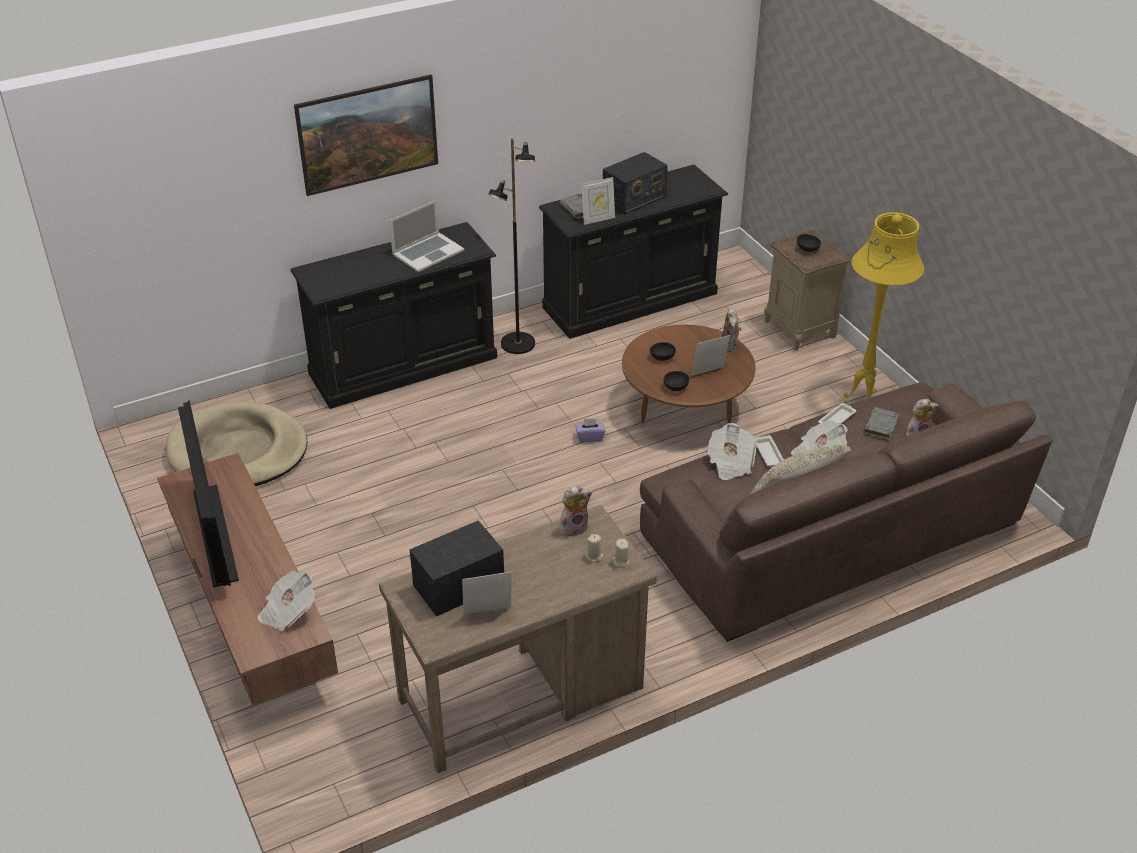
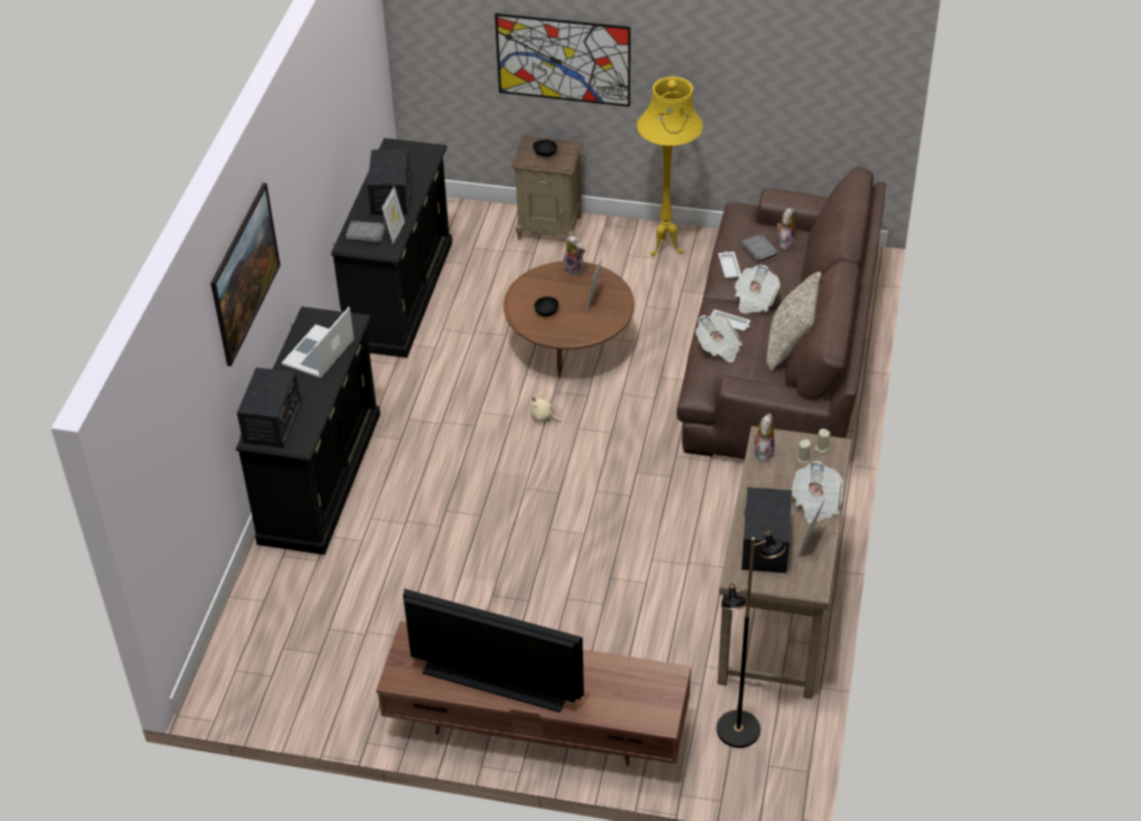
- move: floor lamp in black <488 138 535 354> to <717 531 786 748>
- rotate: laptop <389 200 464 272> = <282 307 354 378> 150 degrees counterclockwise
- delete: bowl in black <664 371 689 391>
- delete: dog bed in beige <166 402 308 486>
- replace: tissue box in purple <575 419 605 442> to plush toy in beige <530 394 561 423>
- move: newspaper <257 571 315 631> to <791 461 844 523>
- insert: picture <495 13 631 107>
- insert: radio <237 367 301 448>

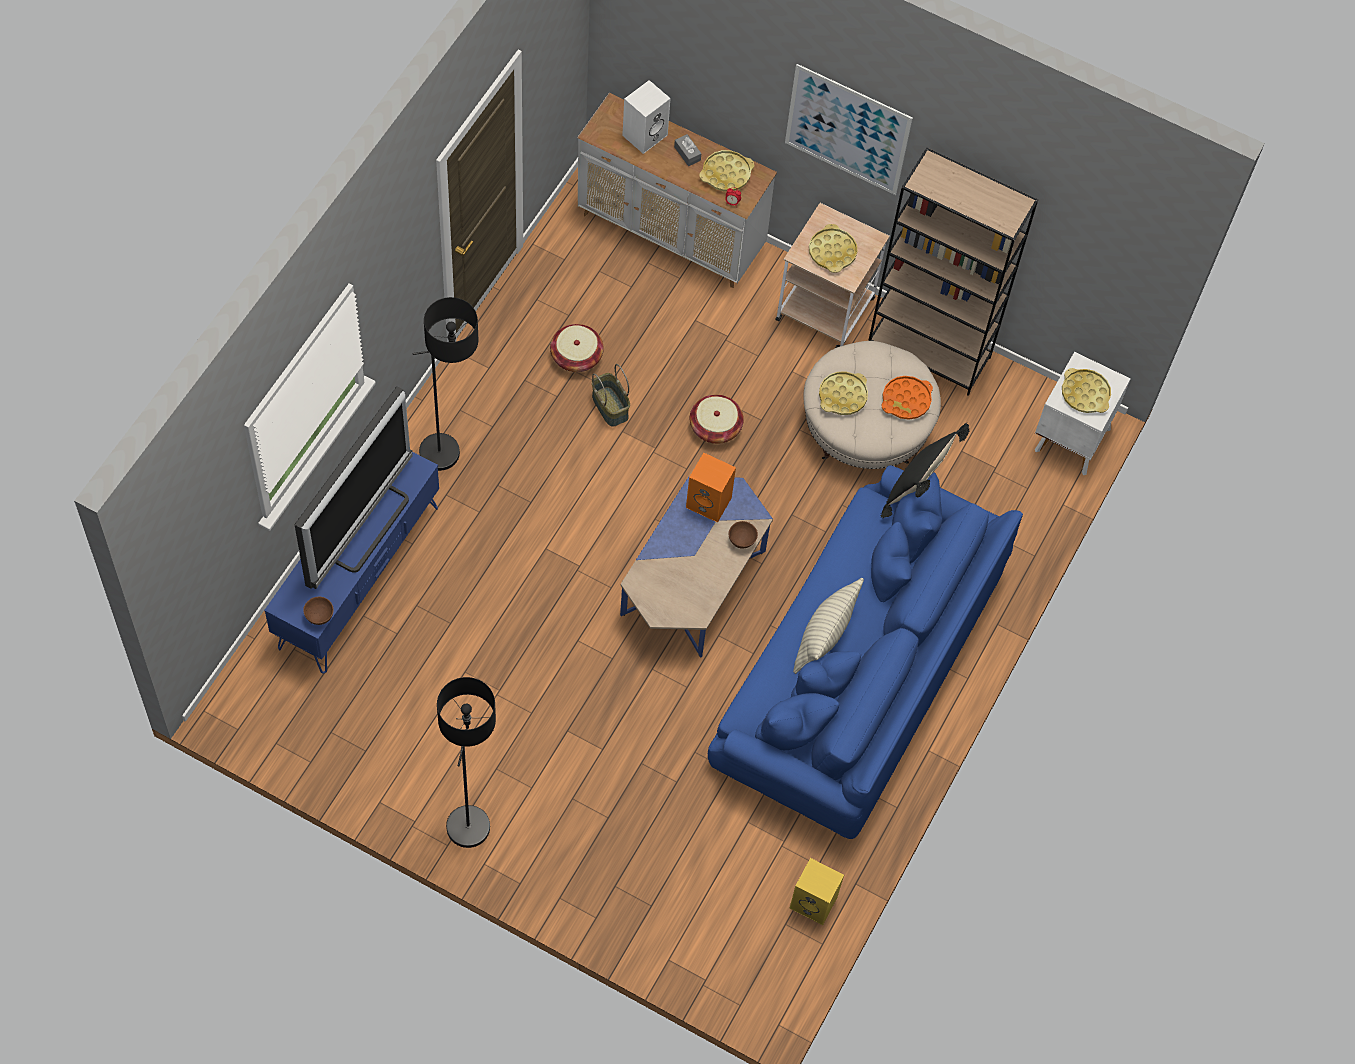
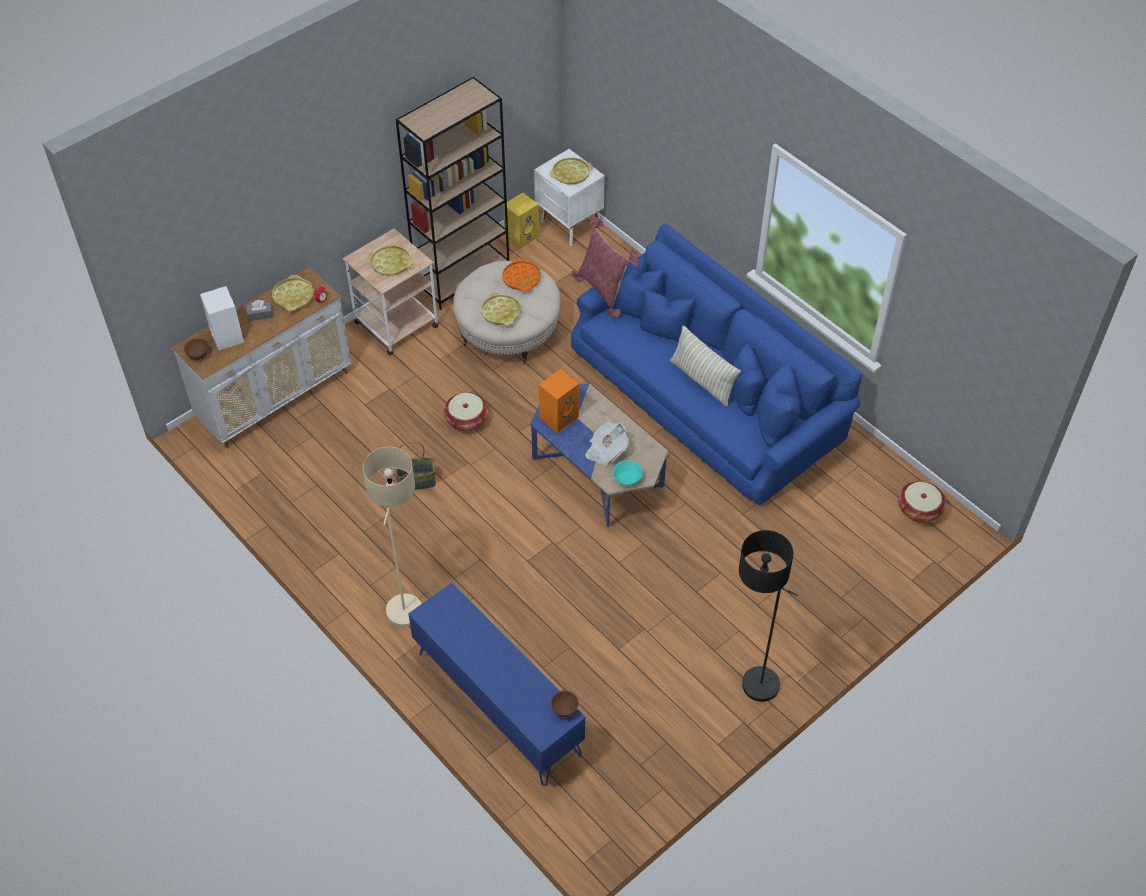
- delete: picture <785 64 913 195>
- recolor: floor lamp in black <413 297 478 471> to floor lamp in beige <363 447 422 627>
- move: basket <550 324 604 372> to <898 481 946 522>
- delete: television <294 386 413 589>
- recolor: pillow in black <880 423 970 518> to pillow in red <570 217 639 318>
- move: bowl in brown <729 521 758 549> to <184 338 209 360>
- move: speaker in yellow <790 858 844 925> to <503 193 539 249>
- insert: newspaper <585 422 629 466>
- insert: bowl in turquoise <613 461 643 486>

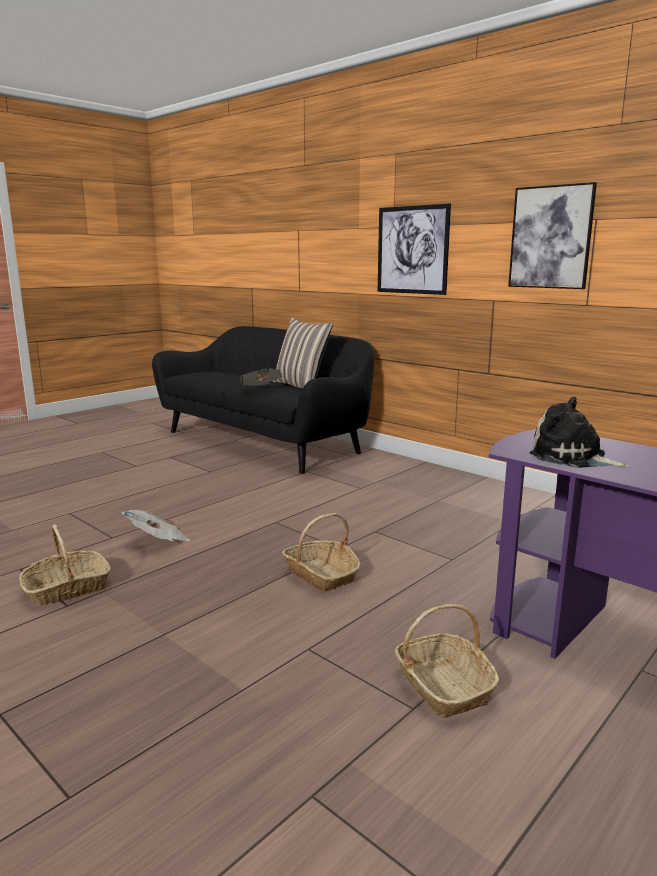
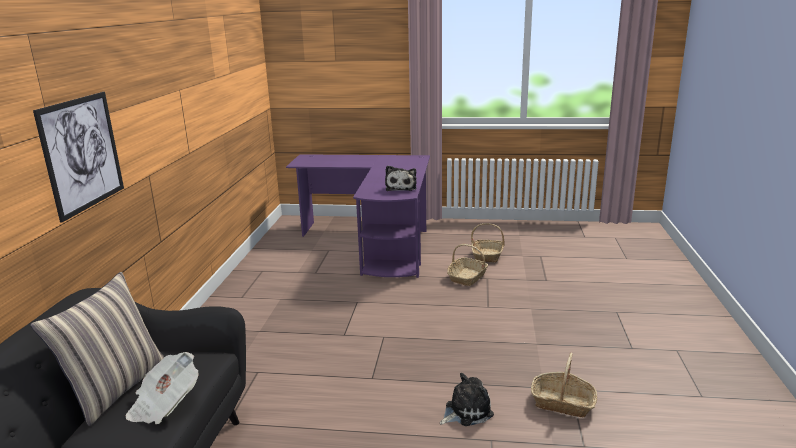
- delete: picture <508 182 597 289>
- replace: newspaper <121 510 191 541> to plush toy <440 373 494 426>
- move: basket <282 513 361 592> to <471 223 505 263>

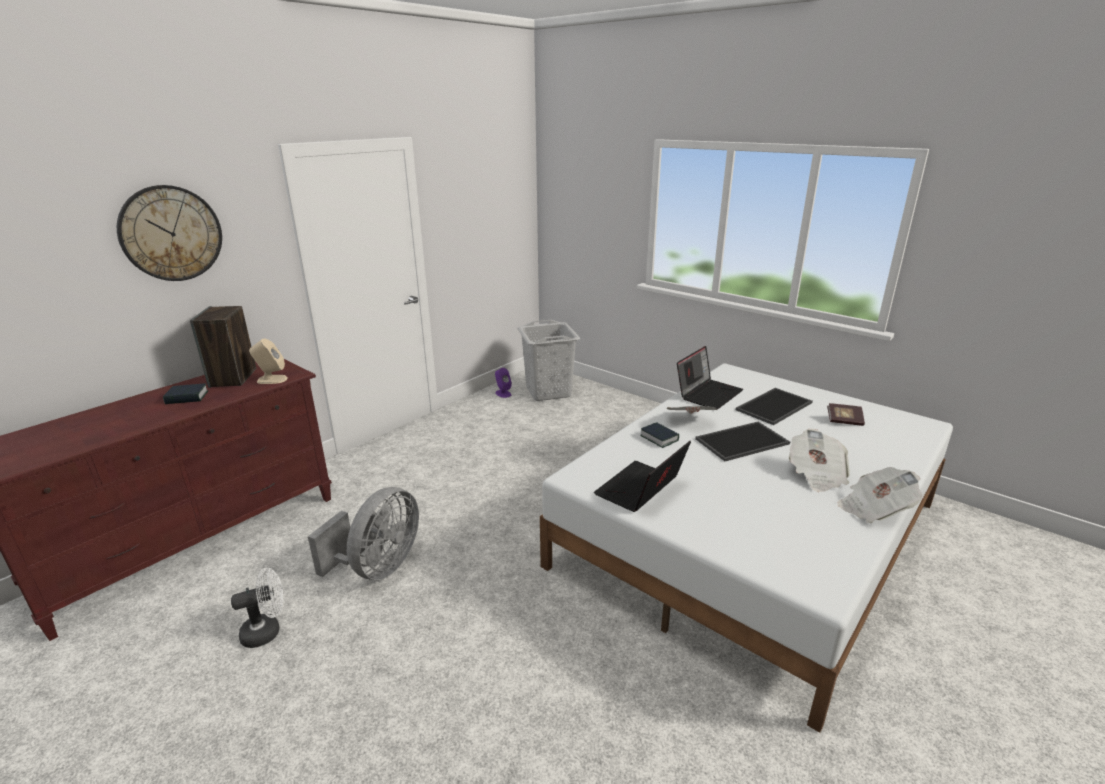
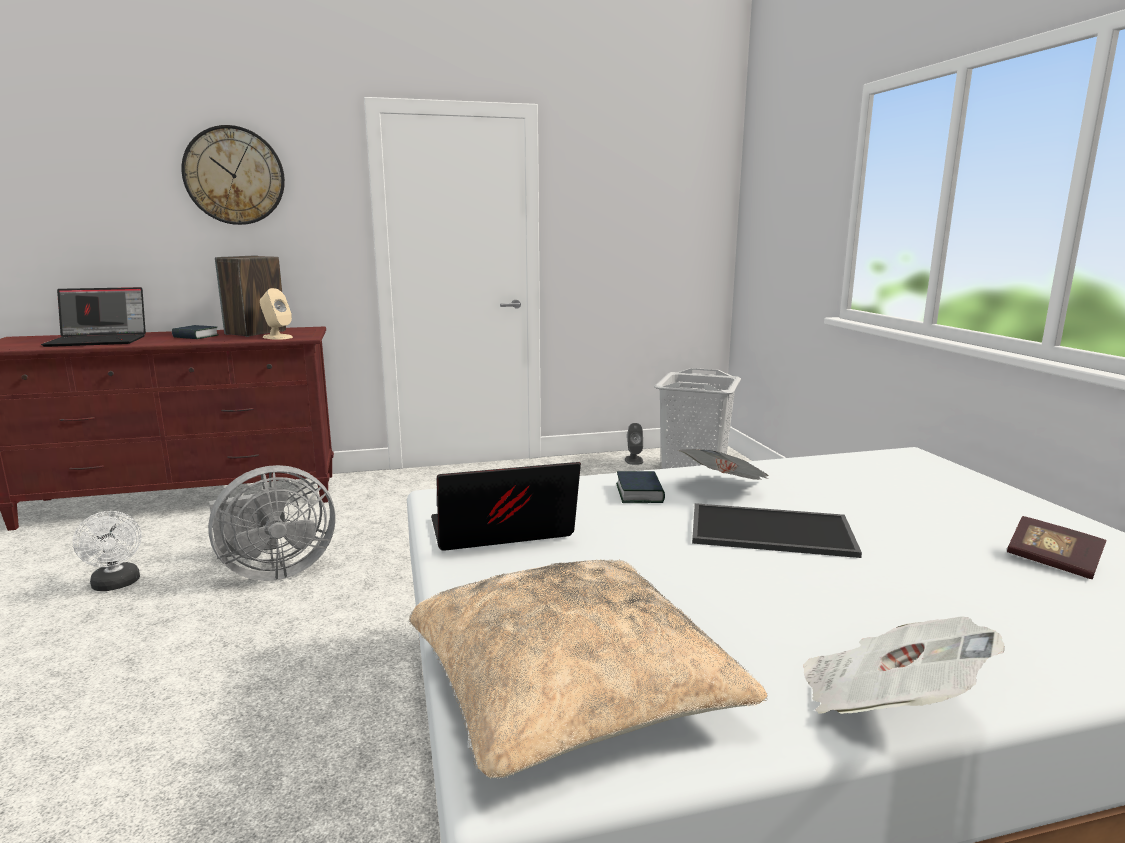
- move: laptop <677 346 743 410> to <41 287 146 347>
- recolor: speaker in purple <495 368 512 398> to speaker in grey <625 423 643 465>
- delete: tray <736 388 813 425>
- delete: newspaper <789 429 850 492>
- rotate: fan in white <231 568 284 648> = <73 511 142 591> 45 degrees clockwise
- insert: pillow in beige <409 559 768 779>

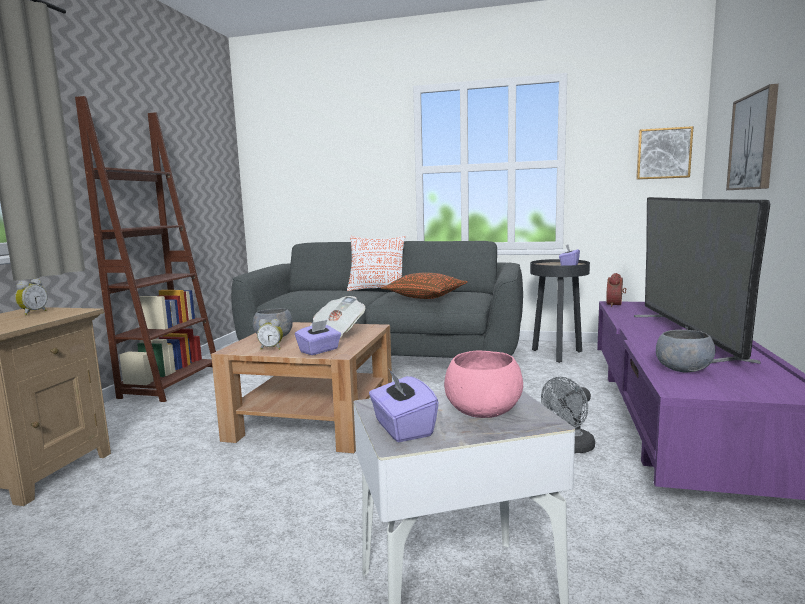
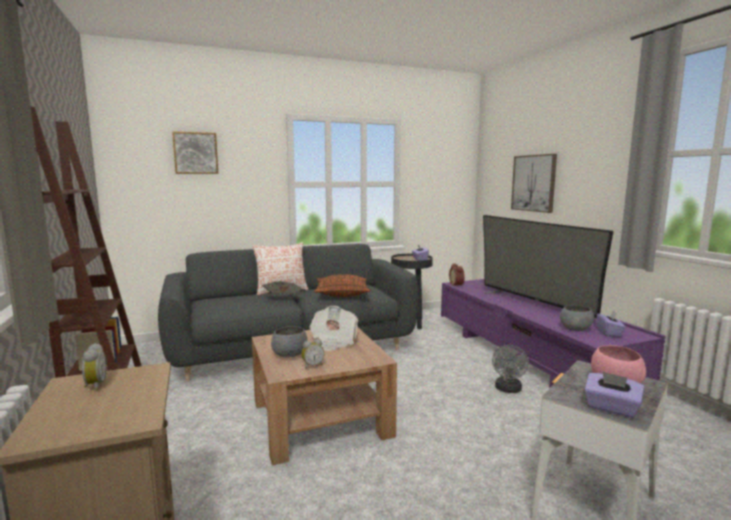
- move: picture <636 126 693 180> to <172 131 218 174>
- move: tissue box in purple <295 320 341 355> to <597 310 625 337>
- insert: newspaper <262 281 302 294>

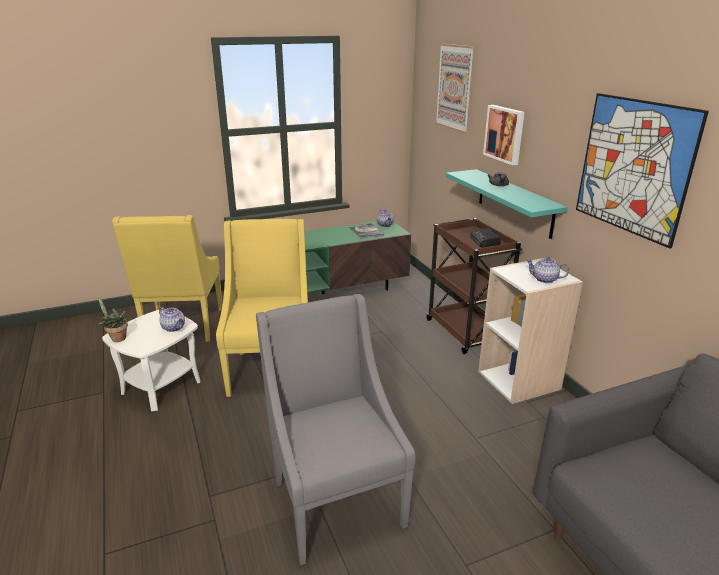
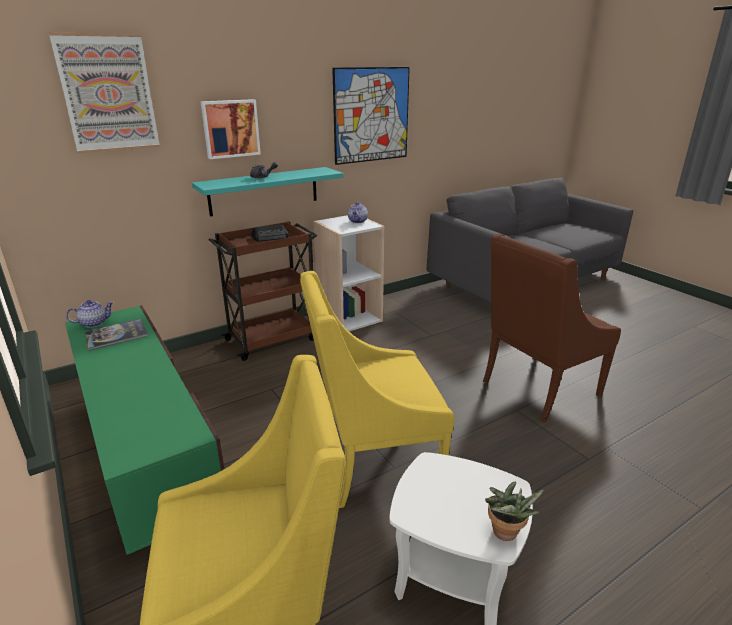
- recolor: armchair in grey <256 294 416 565> to armchair in brown <483 233 621 422>
- delete: teapot <159 307 185 332>

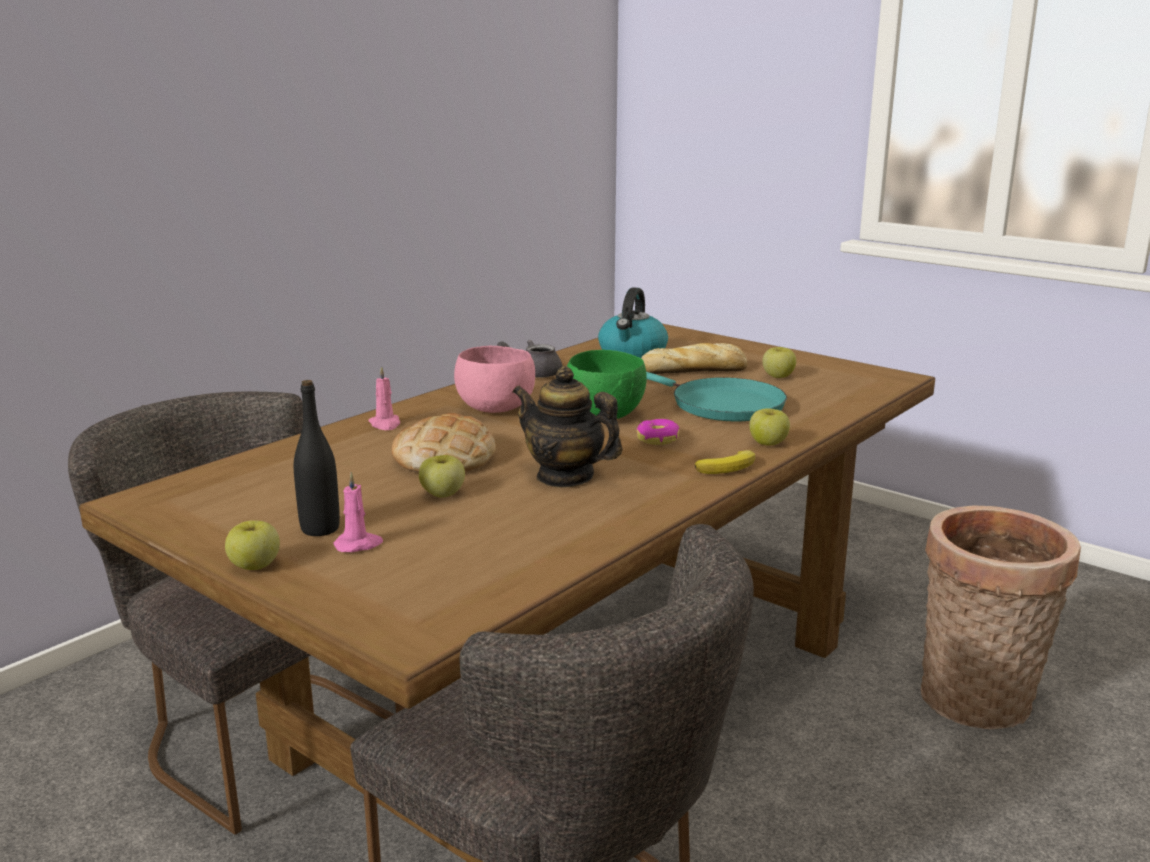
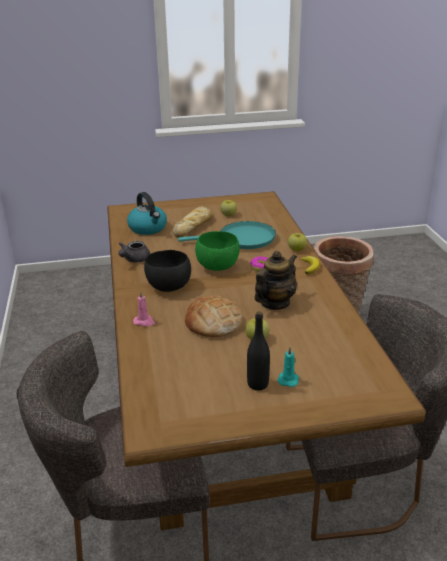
- recolor: bowl in pink <454 346 535 413> to bowl in black <144 250 191 292>
- rotate: teapot <512 366 623 488> = <254 251 297 310> 150 degrees clockwise
- recolor: candle in pink <334 472 383 552> to candle in turquoise <277 347 299 387>
- delete: apple <225 520 280 570>

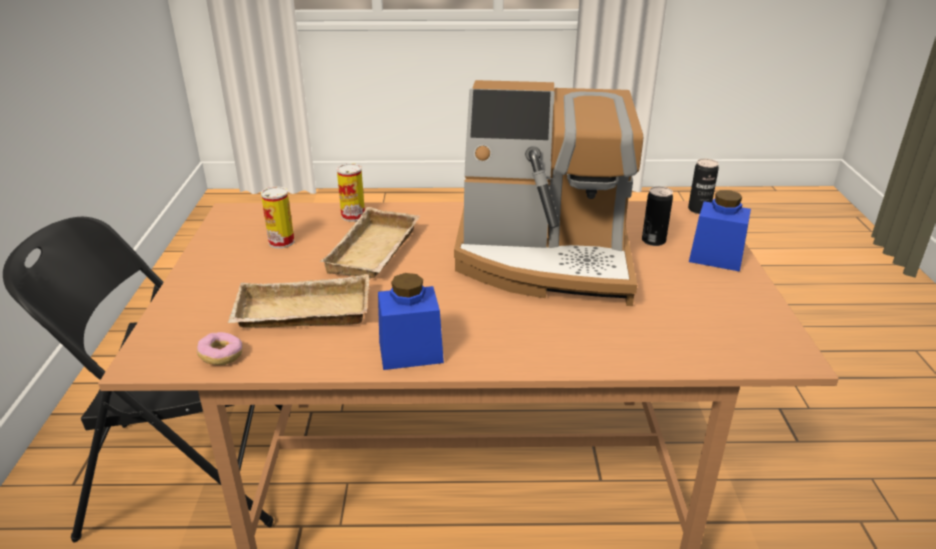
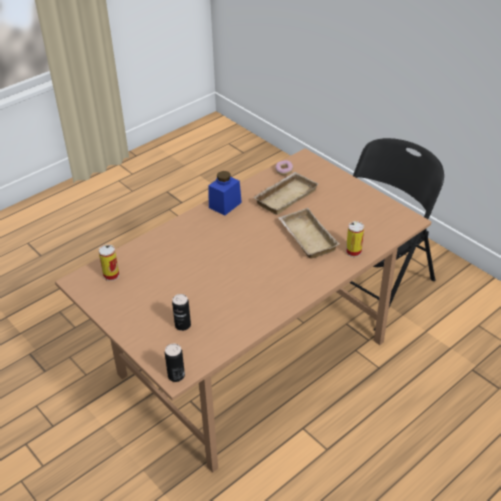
- delete: coffee machine <454 80 643 306>
- move: can <261 187 295 248> to <99 244 119 281>
- delete: jar in blue <689 190 751 272>

